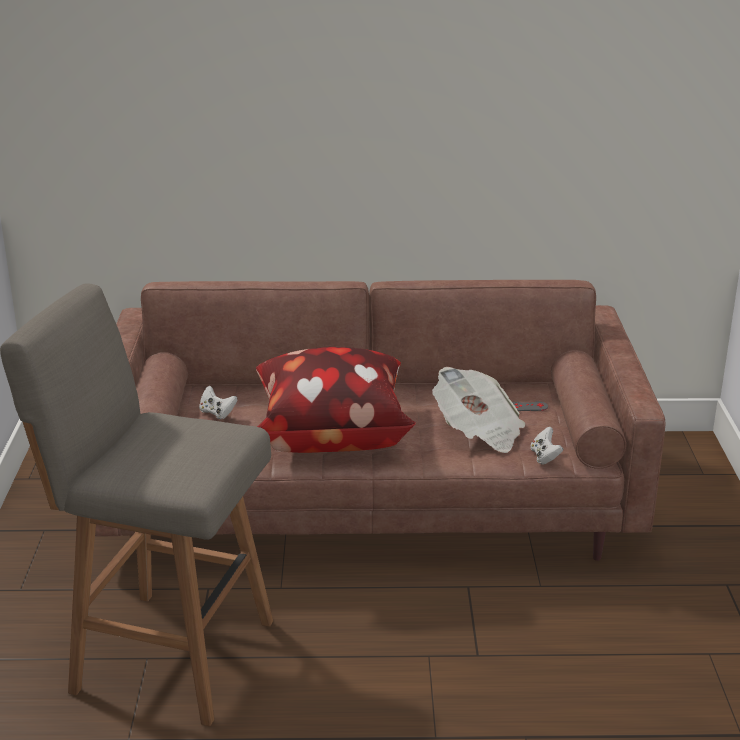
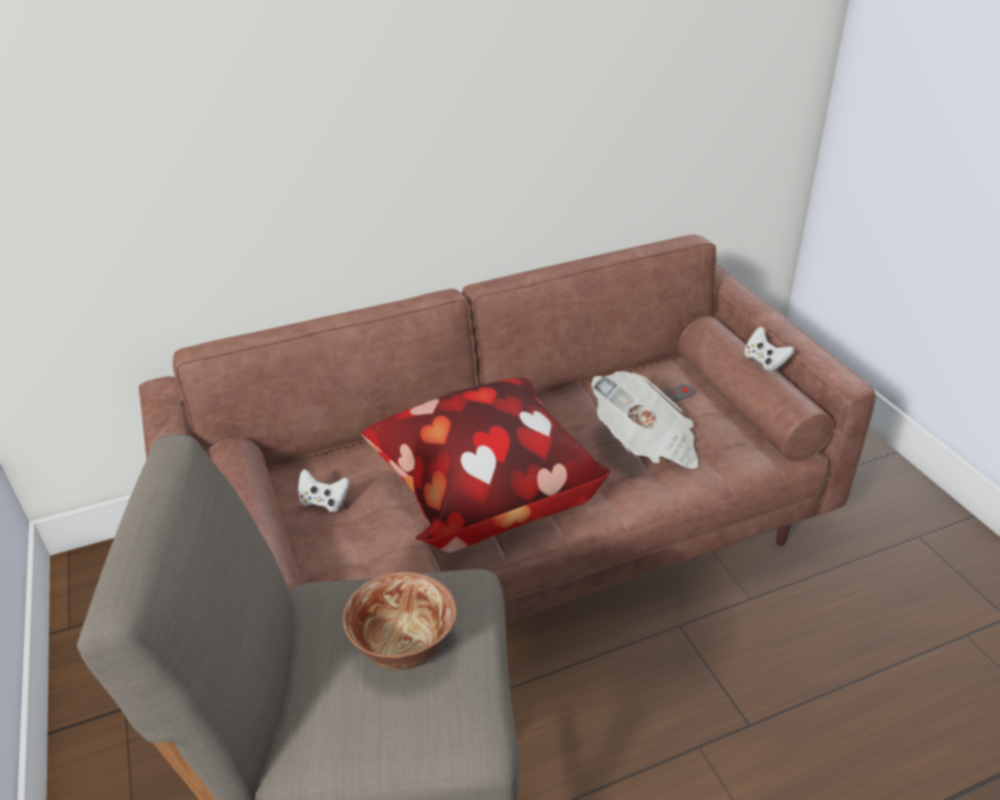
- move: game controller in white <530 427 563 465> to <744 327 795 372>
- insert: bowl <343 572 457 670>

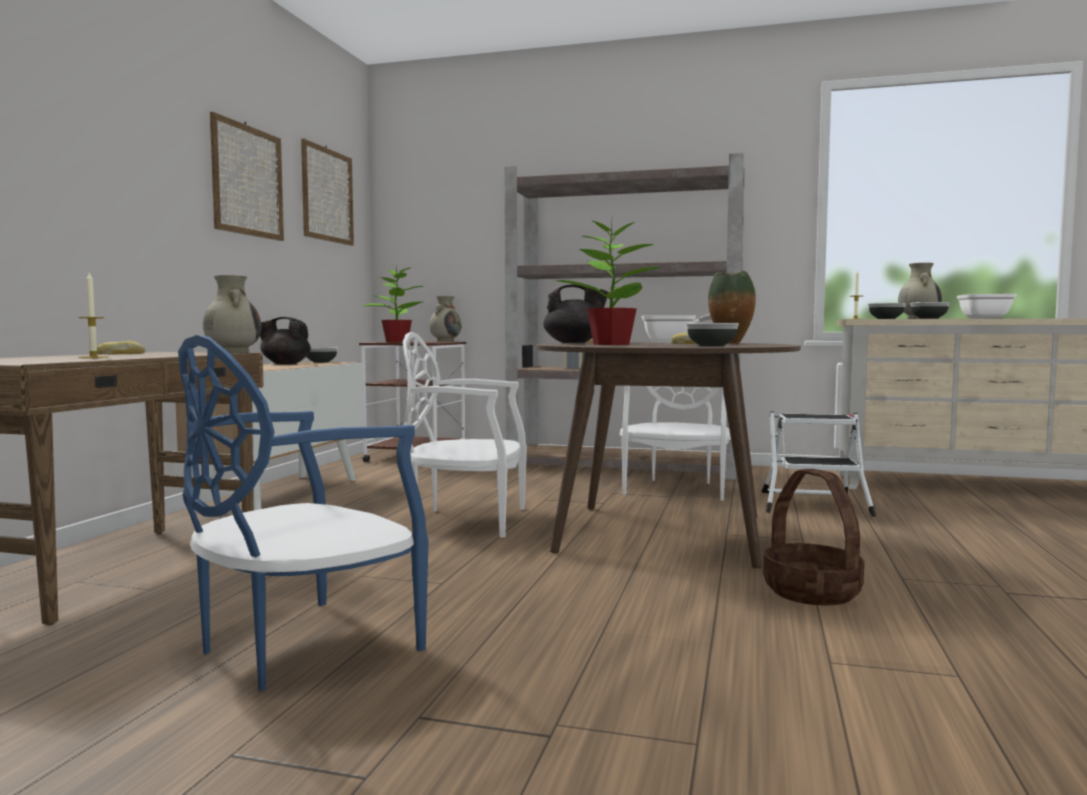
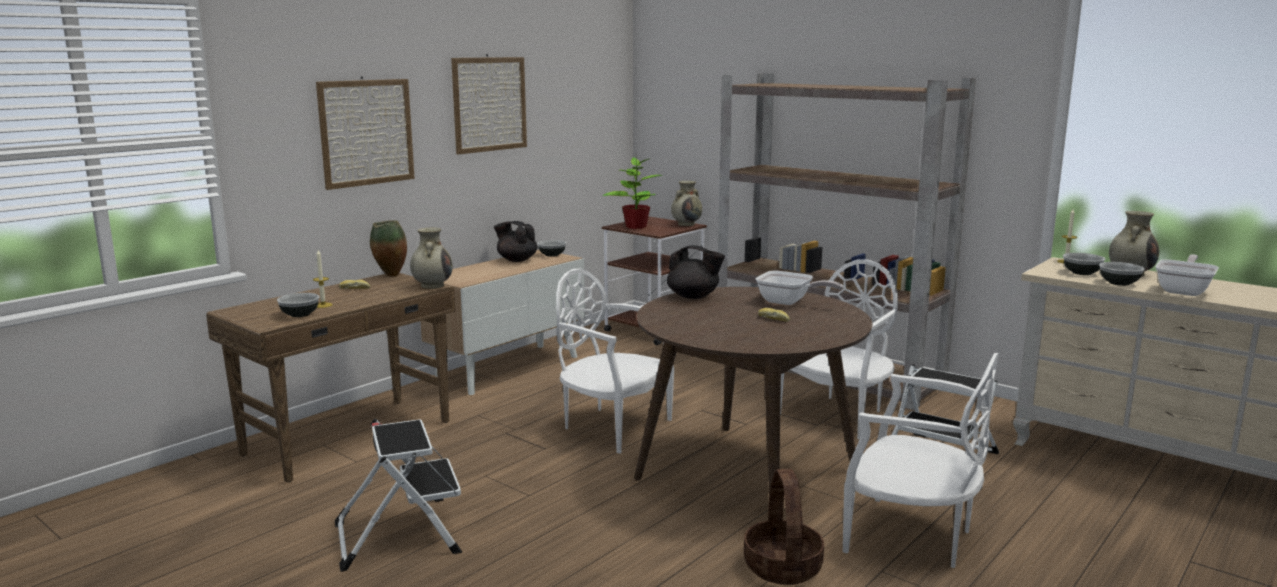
- move: picture <301 138 354 246> to <316 76 415 190>
- delete: potted plant <555 216 662 345>
- move: vase <708 271 756 344> to <370 220 407 277>
- move: bowl <686 323 739 347> to <277 293 319 317>
- replace: chair in blue <178 335 429 691> to step ladder <335 419 462 572>
- insert: chair in white <843 353 999 568>

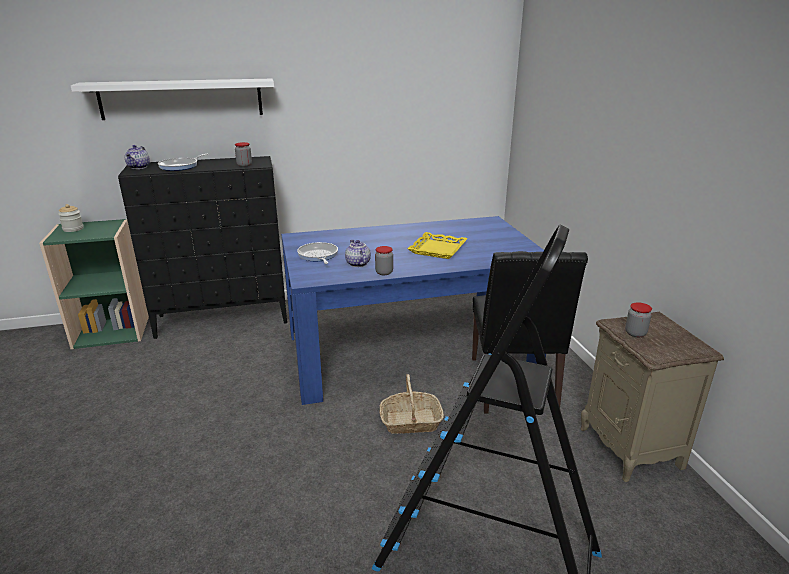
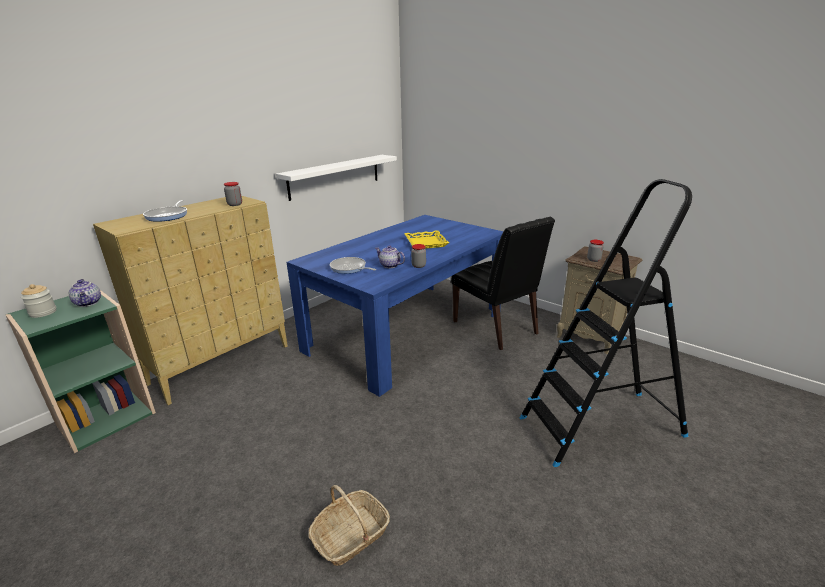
- move: shelf in white <71 79 274 120> to <276 155 397 201>
- move: teapot <125 145 150 169> to <69 279 101 307>
- recolor: dresser in black <118 156 287 339> to dresser in beige <93 196 288 405>
- move: basket <380 374 444 434> to <309 485 390 566>

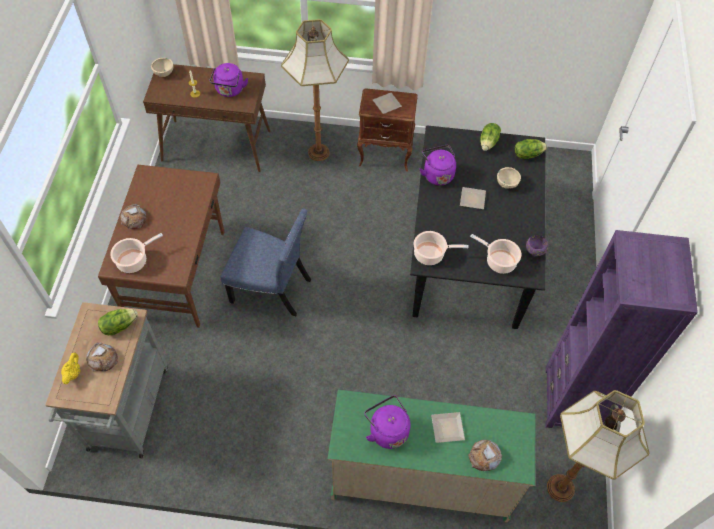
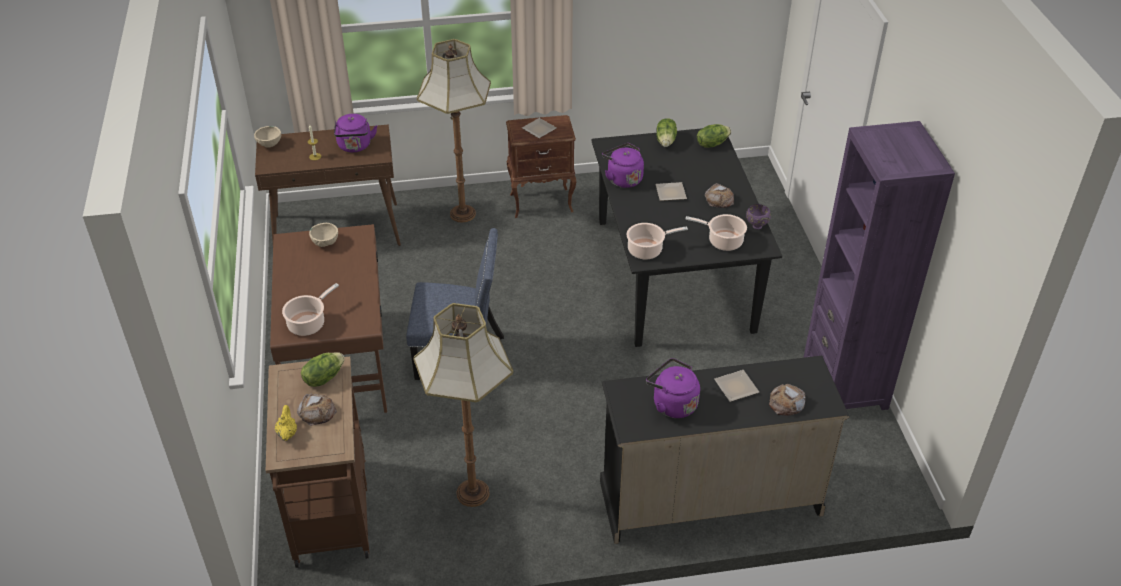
- move: bowl in beige <497 167 521 189> to <309 223 338 247>
- move: bread <120 204 146 229> to <705 183 734 208>
- recolor: cart in grey <45 302 168 458> to cart in brown <266 357 370 568>
- recolor: cabinet in green <327 389 536 523> to cabinet in black <600 356 849 544>
- move: floor lamp <547 390 649 502> to <413 303 513 507>

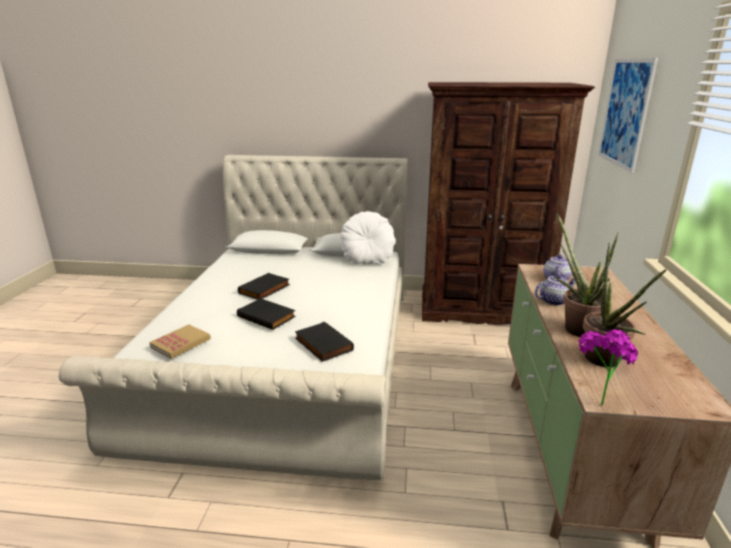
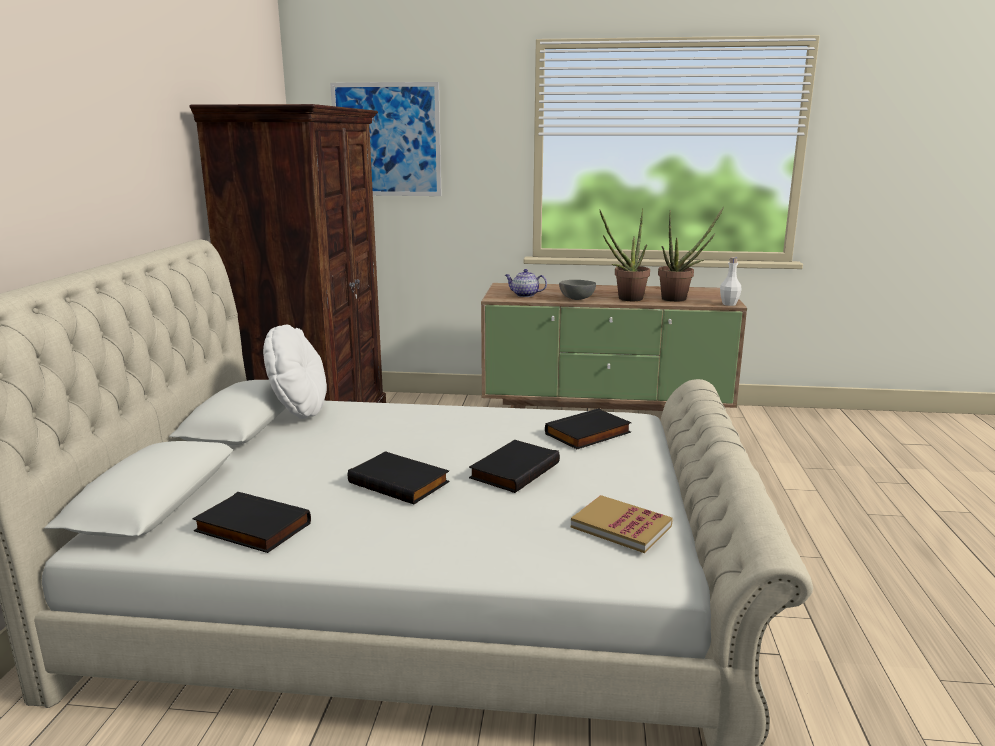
- replace: teapot <535 274 575 306> to bowl in grey <559 280 596 300>
- replace: potted plant <578 329 638 405> to bottle in white <720 257 741 306>
- insert: book in black <192 492 311 553>

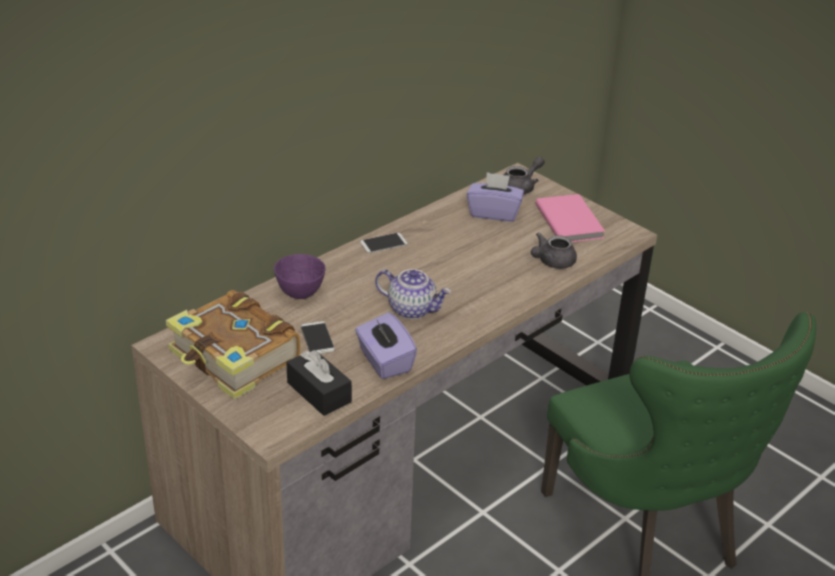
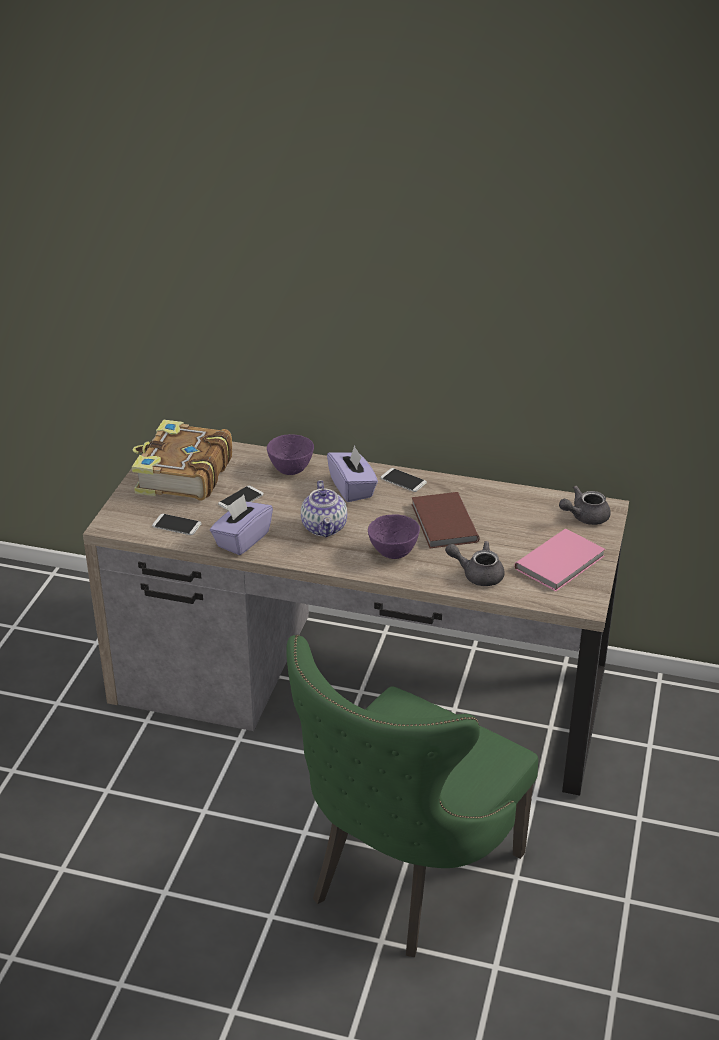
- rotate: teapot in grey <503 156 545 195> = <559 486 611 525> 135 degrees clockwise
- move: tissue box in purple <467 172 524 222> to <327 445 378 502>
- replace: tissue box in black <286 349 352 416> to phone <152 514 202 535>
- insert: book in brown <411 492 480 548>
- insert: bowl in purple <368 514 420 559>

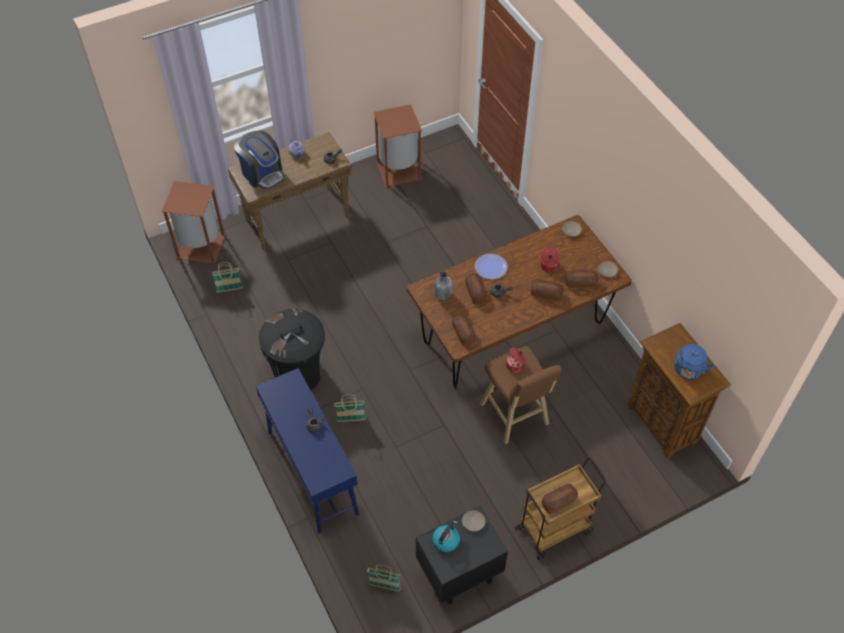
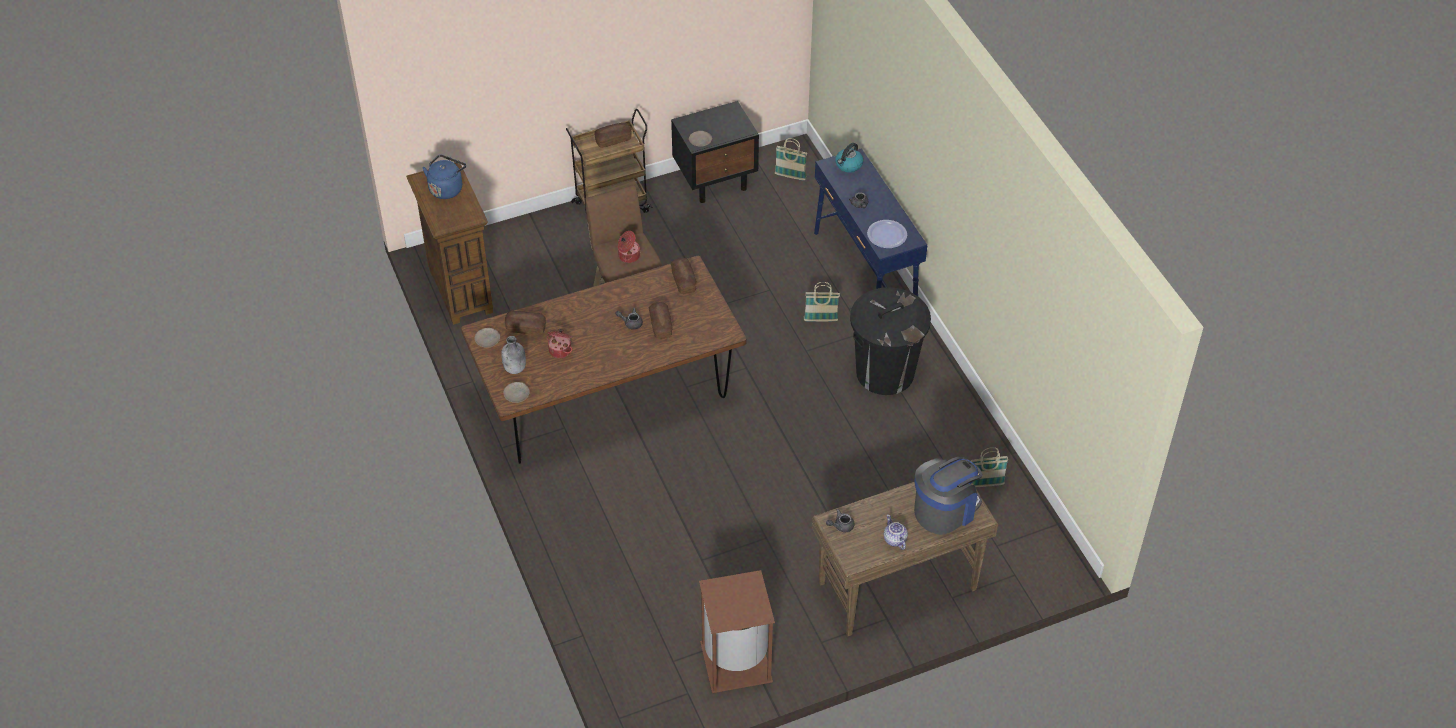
- rotate: coffee machine <234 130 285 190> = <914 457 983 535> 90 degrees clockwise
- delete: trash can in brown <162 181 226 264>
- move: plate <475 254 508 280> to <867 220 907 248>
- move: bottle in grey <434 272 453 300> to <501 336 526 374>
- delete: bread <531 279 564 301>
- move: kettle <432 521 460 552> to <835 143 863 173>

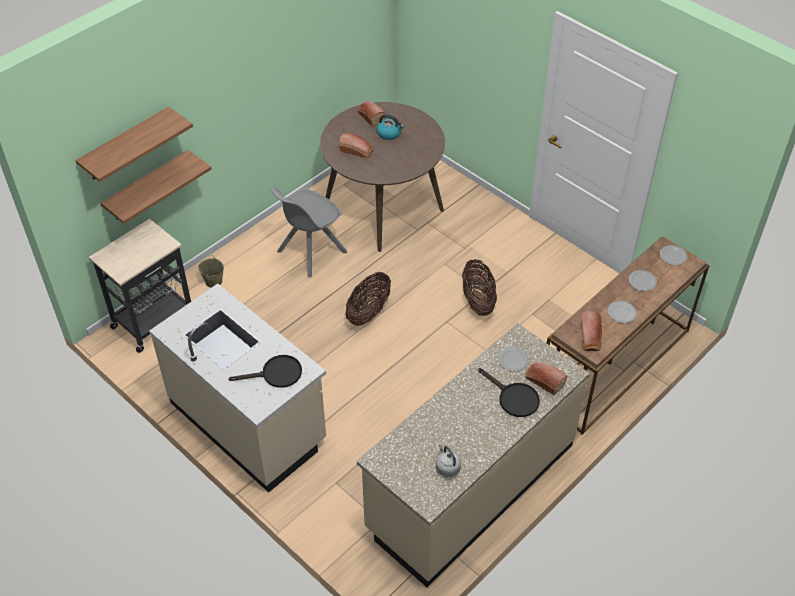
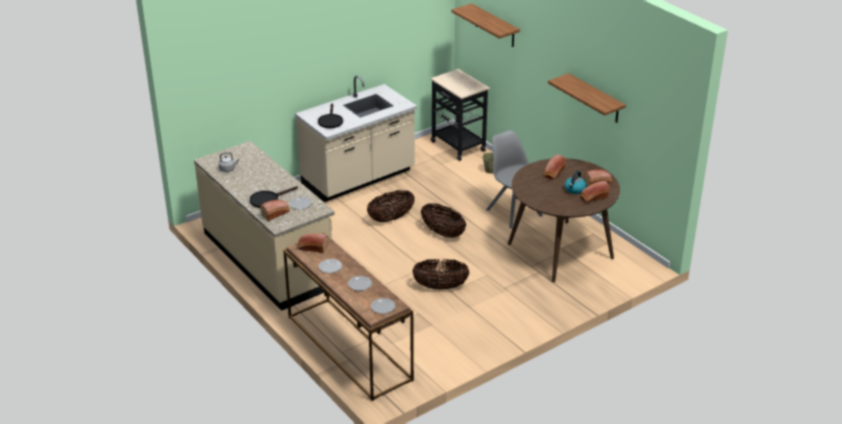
- move: shelf <101 150 211 224> to <548 73 626 123>
- insert: bread <581 181 610 203>
- insert: basket <367 190 415 222>

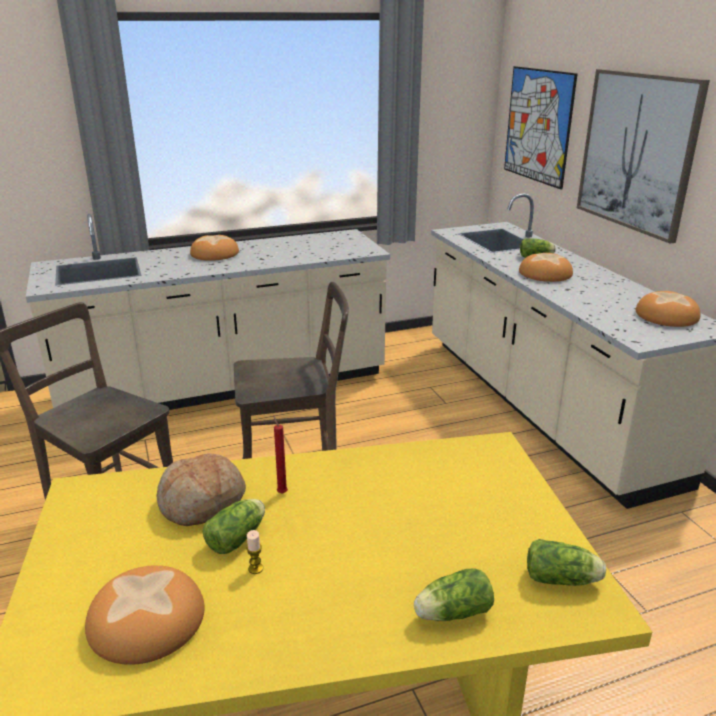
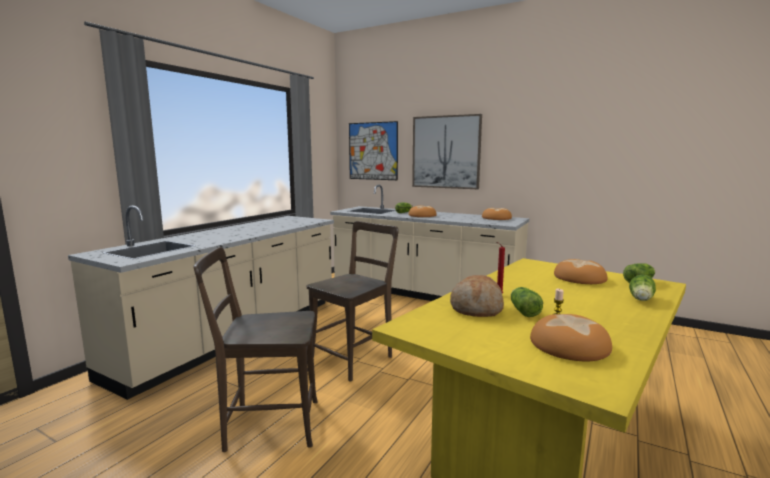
- move: bread <190 235 239 261> to <554 259 607 284>

